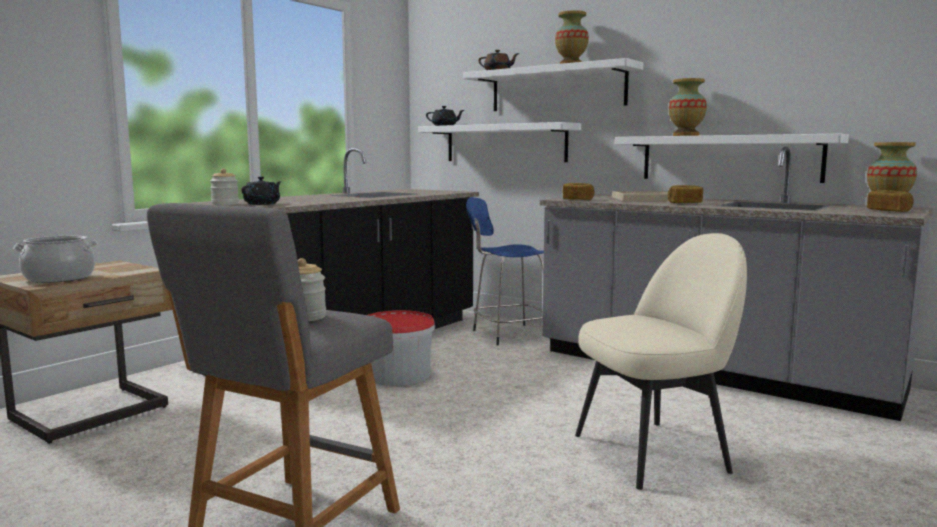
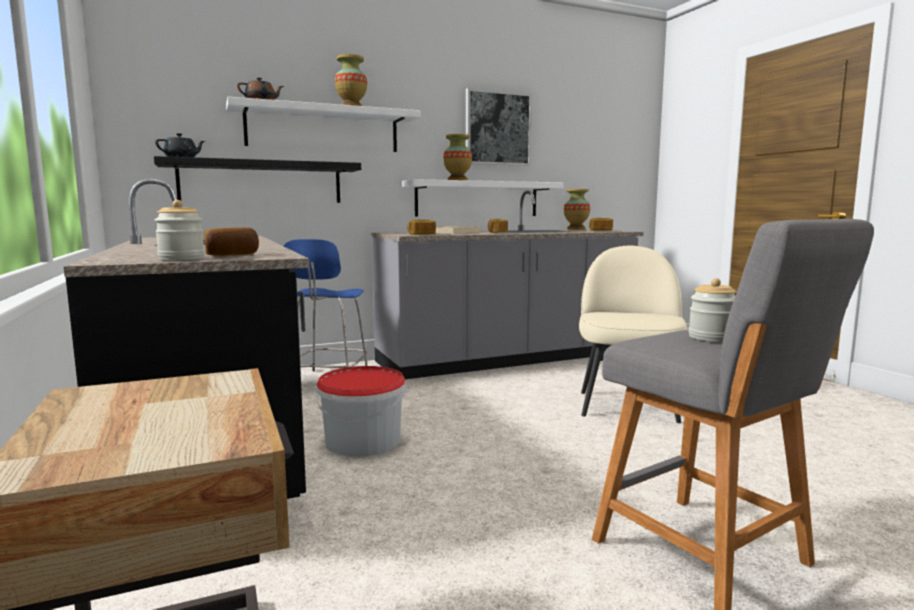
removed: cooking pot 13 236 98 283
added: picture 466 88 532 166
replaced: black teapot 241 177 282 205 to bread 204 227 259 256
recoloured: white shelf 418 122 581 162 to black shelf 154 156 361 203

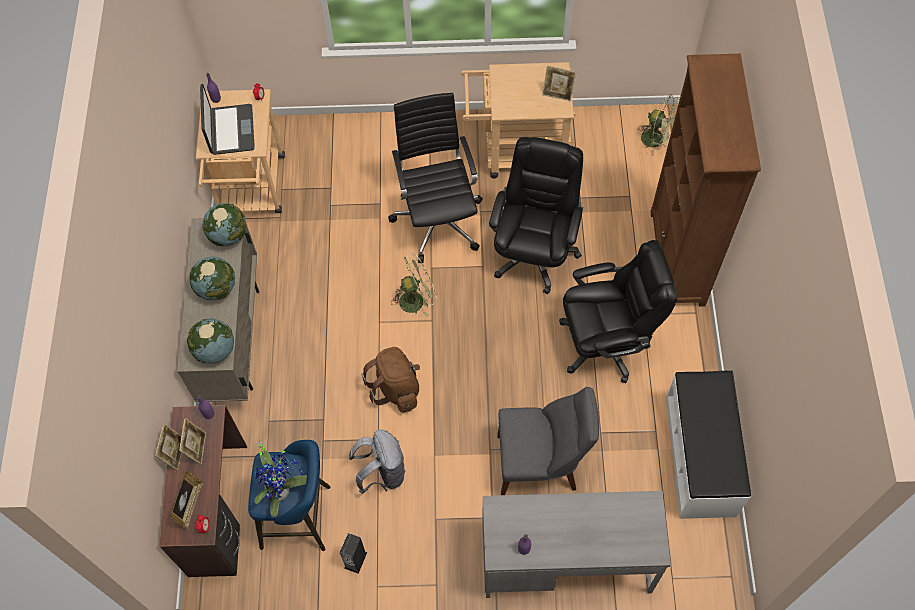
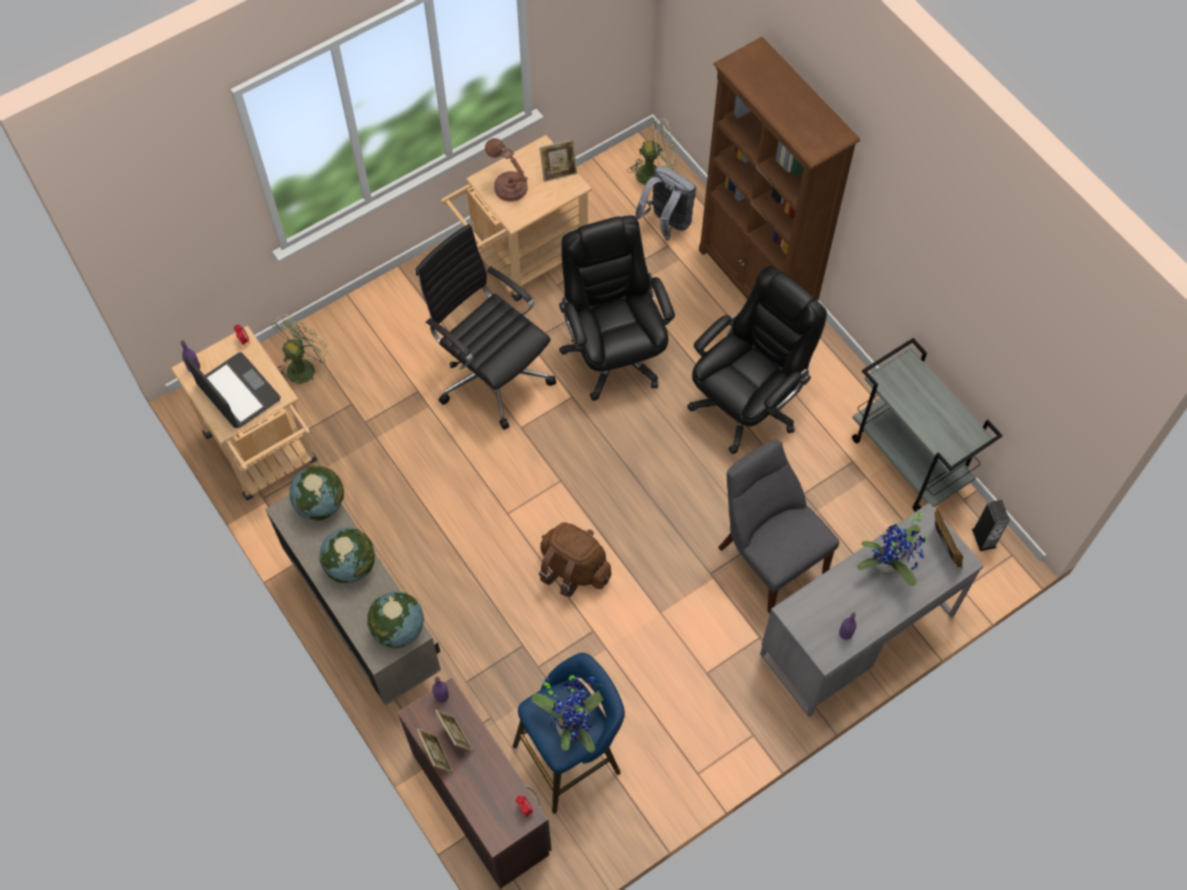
added: brown table lamp 485 138 528 202; potted plant 857 510 927 586
moved: picture frame 170 470 204 529 to 935 508 963 569; speaker 340 533 367 574 to 972 500 1010 551; grey backpack 349 429 406 494 to 634 167 696 241; green fan 391 254 437 317 to 272 314 332 384
replaced: white bench 665 370 751 519 to grey cart 852 338 1003 512
turned: grey chair 497 387 599 495 = 718 439 839 614 90 degrees counterclockwise

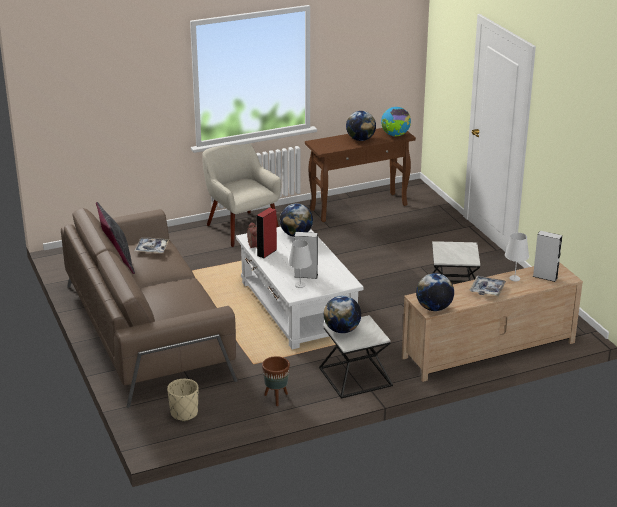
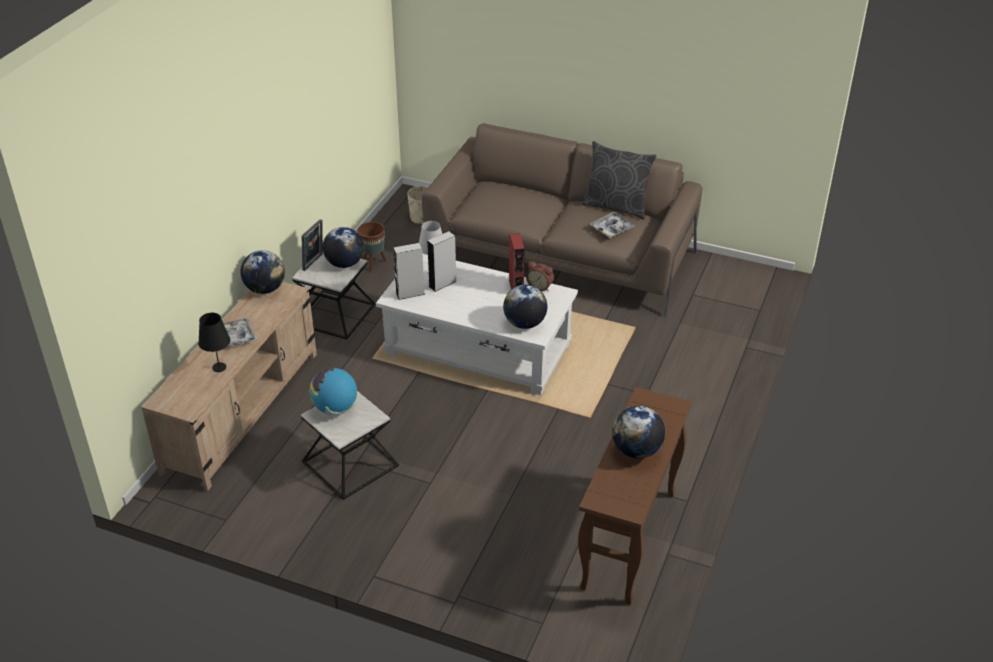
removed: beige armchair 202 143 281 247
added: picture frame 302 219 323 271
moved: globe 381 107 411 137 to 309 368 357 416; grey speaker 533 231 562 282 to 393 243 425 300
recoloured: white table lamp 505 232 529 281 to black table lamp 198 313 230 372

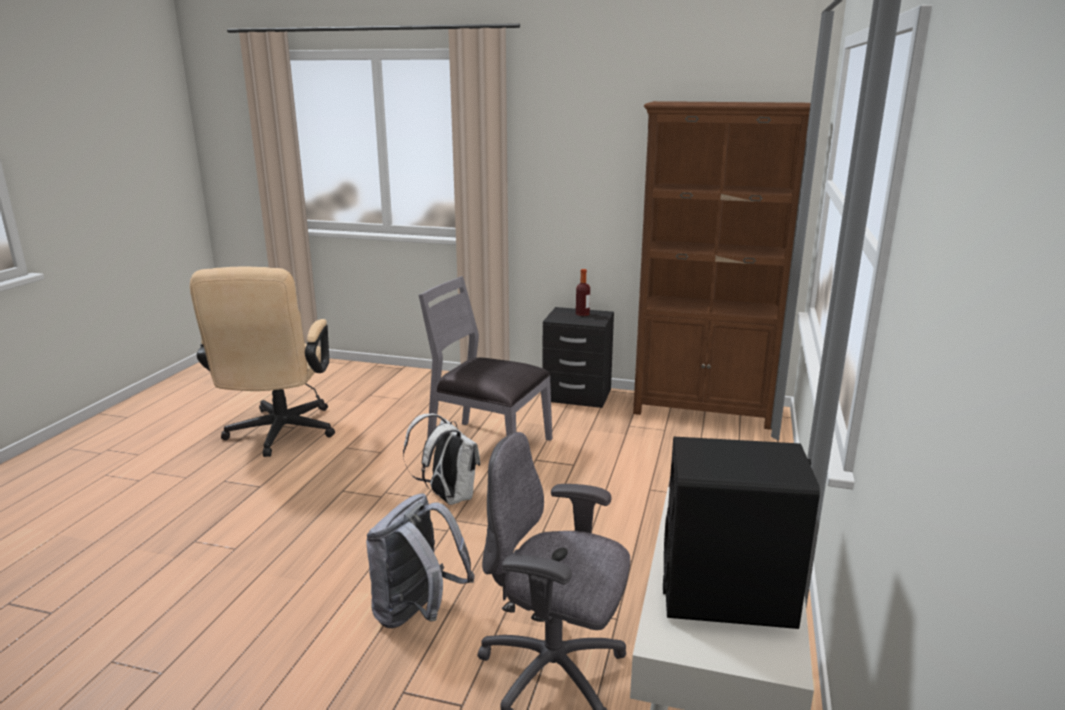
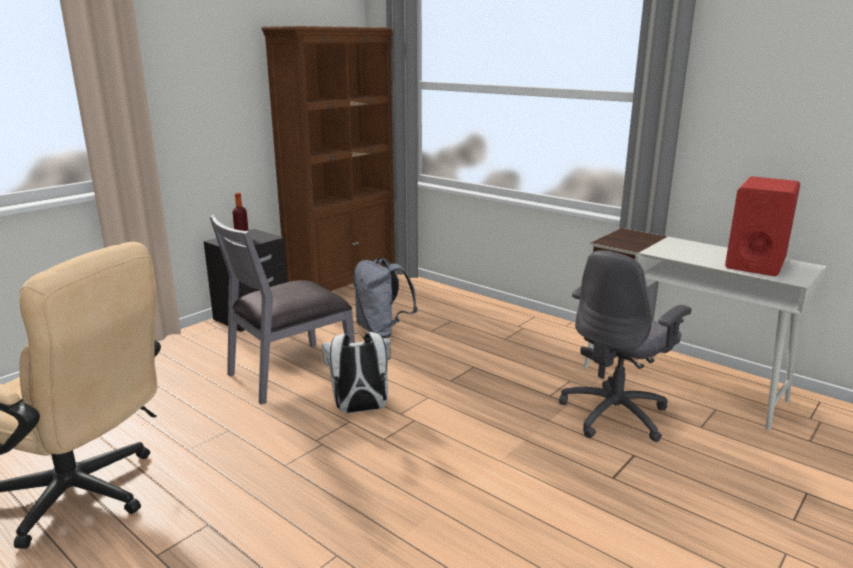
moved: grey backpack 366 493 475 628 to 353 258 418 338
recoloured: black speaker 663 437 820 629 to red speaker 725 176 800 276

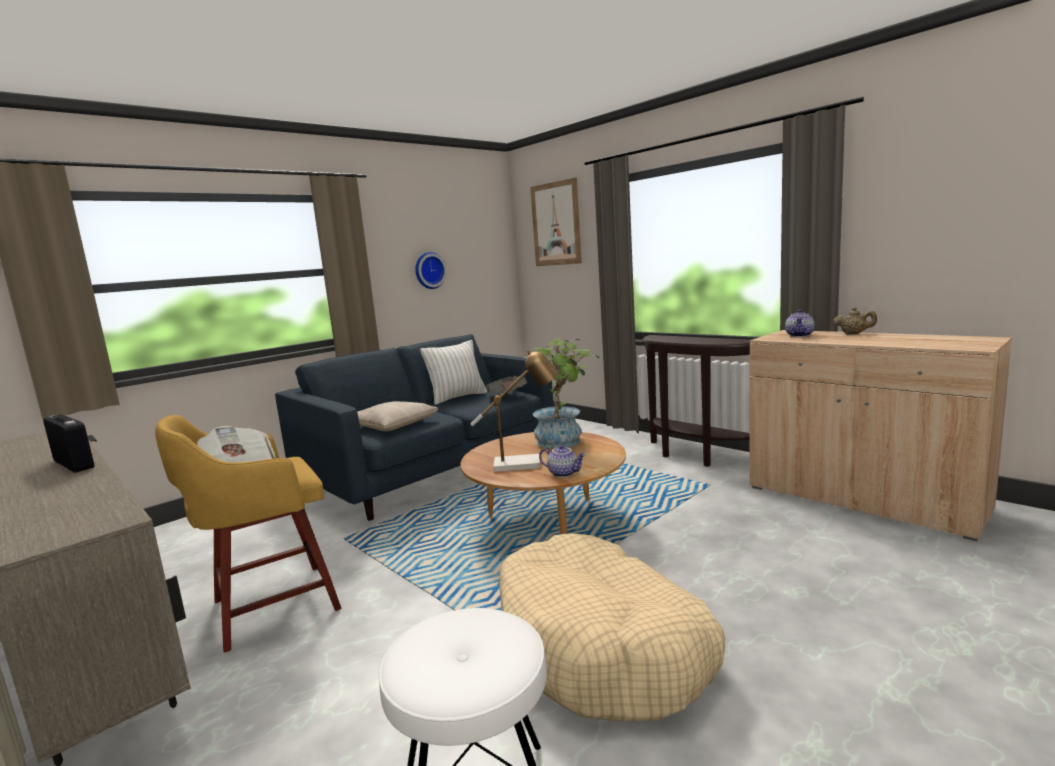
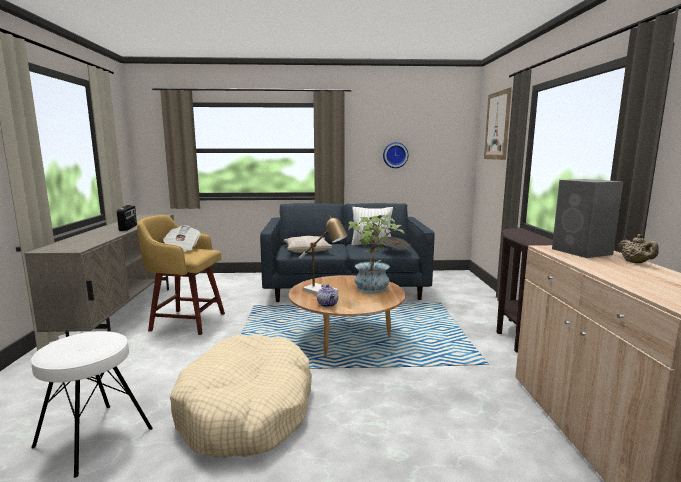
replaced: teapot 785 309 815 337 to grey speaker 552 179 623 258

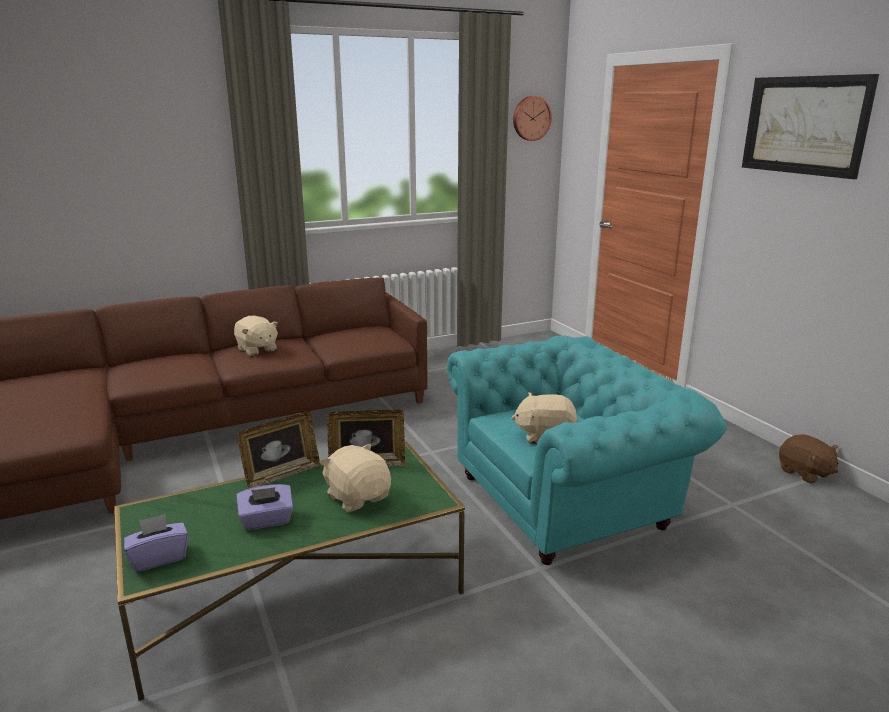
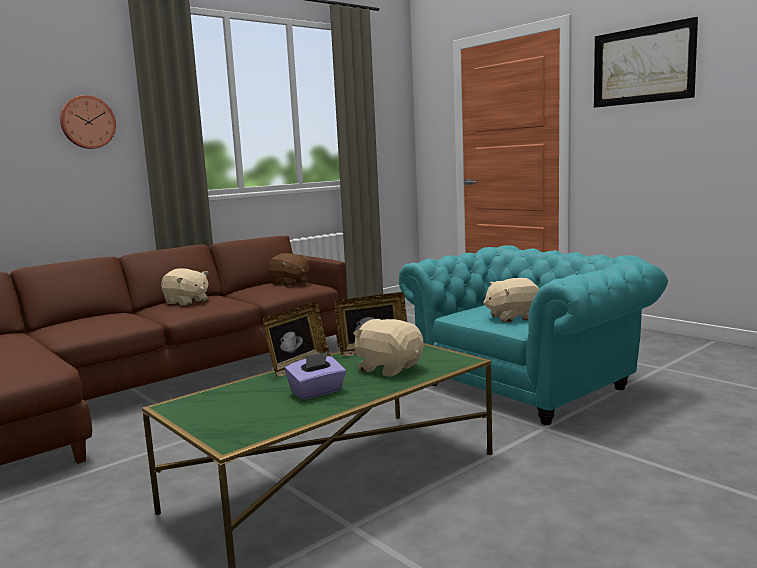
removed: purple tissue box 124 514 188 572
moved: wall clock 513 96 552 141 to 60 95 116 149; brown plush toy 779 434 838 484 to 268 253 309 286

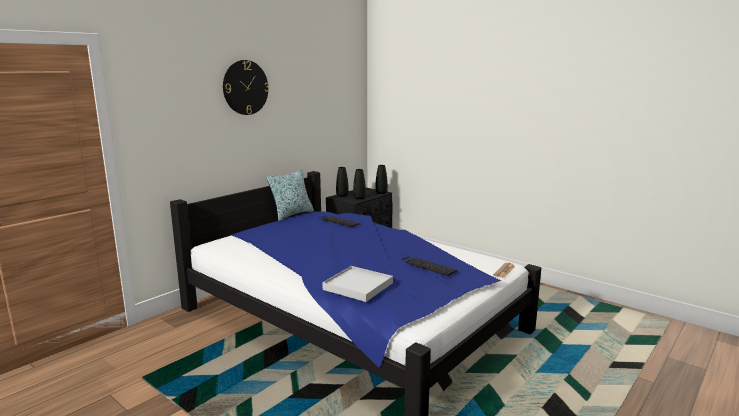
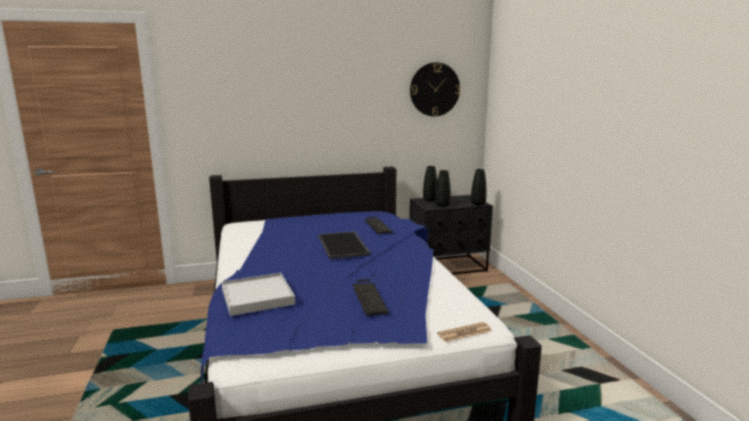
removed: pillow 267 169 314 221
added: tray 318 231 371 259
moved: wall clock 223 60 269 115 to 410 62 460 116

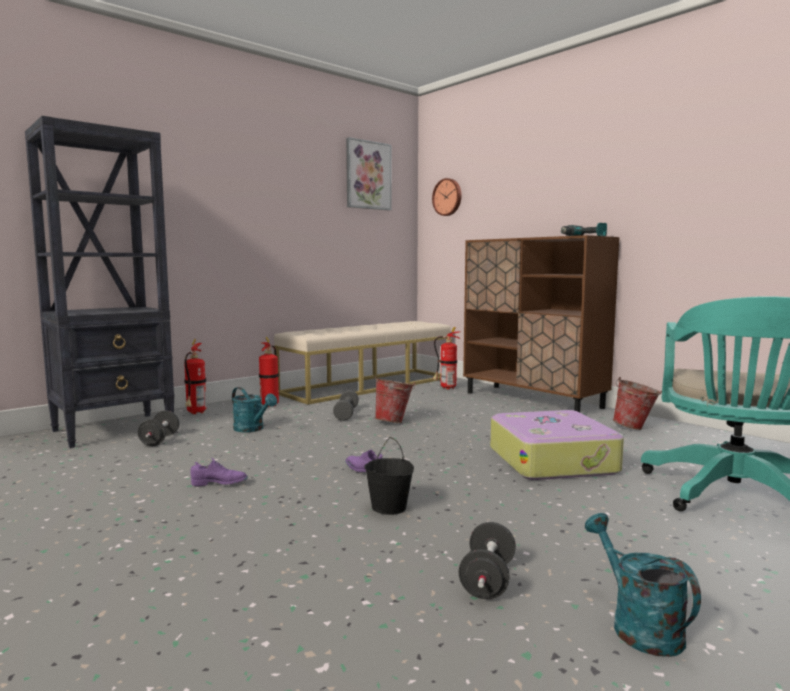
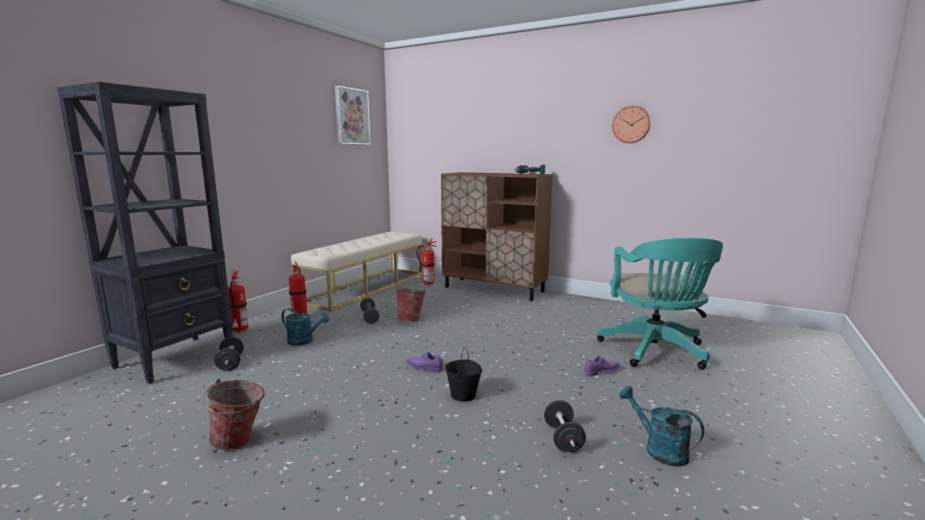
removed: suitcase 490 410 624 480
moved: purple shoe 191 458 248 486 to 584 355 620 376; wall clock 432 178 462 216 to 612 106 651 143; bucket 613 377 662 430 to 203 379 265 450

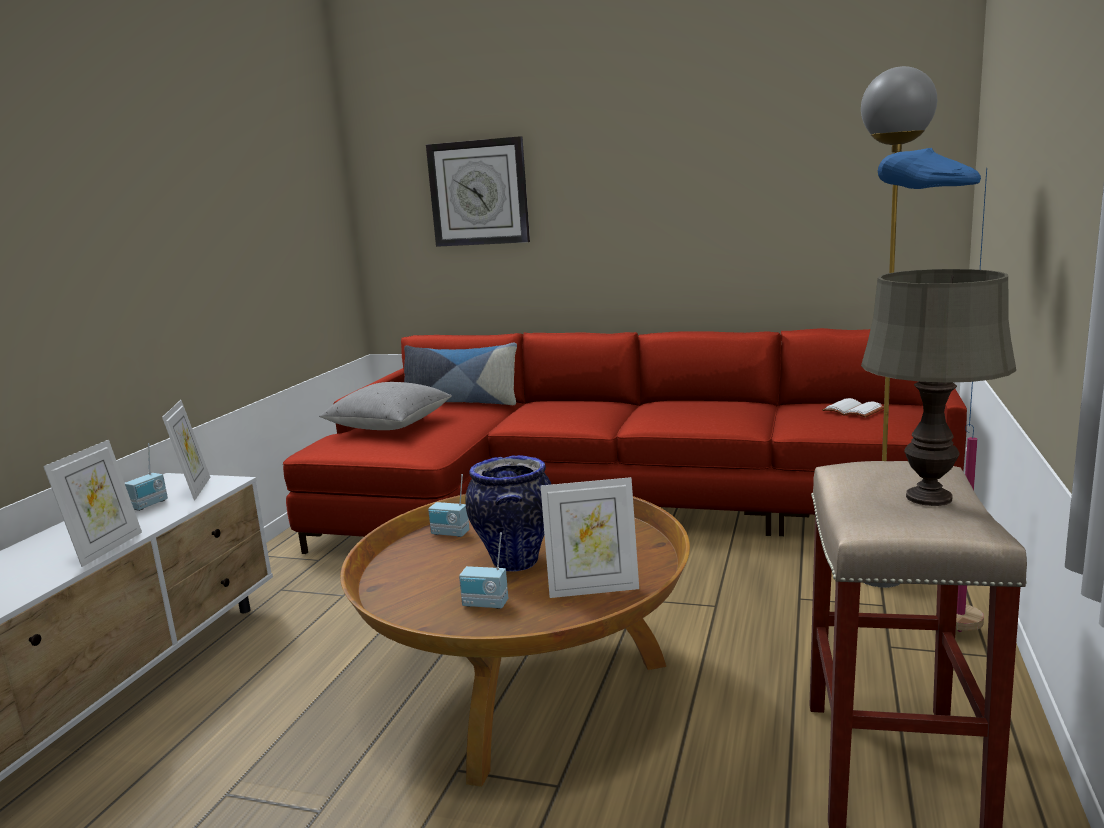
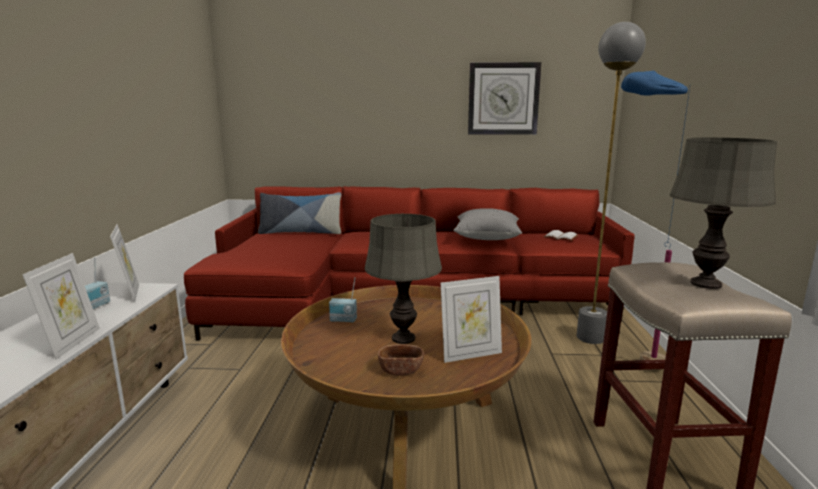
moved: grey pillow 319 382 452 430 to 453 208 522 240; wall clock 426 136 530 247 to 468 62 541 135
replaced: radio 459 532 508 609 to brown bowl 378 344 424 376; vase 465 455 552 572 to grey table lamp 364 214 442 344

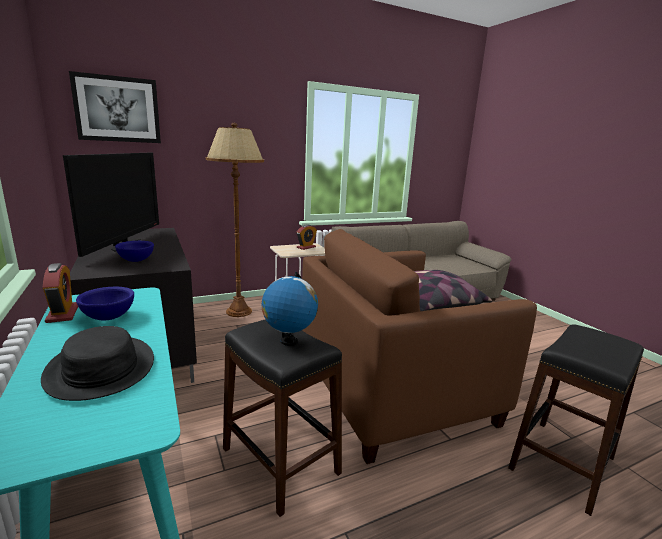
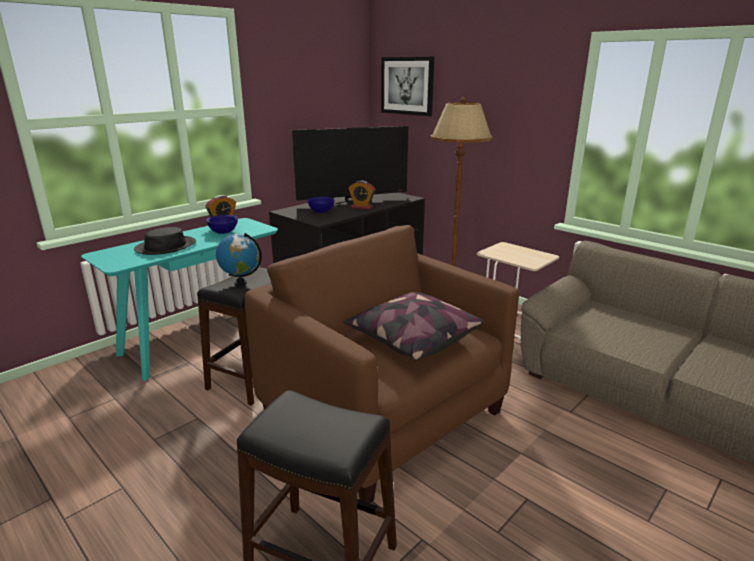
moved: alarm clock 297 224 317 250 to 348 180 375 210

